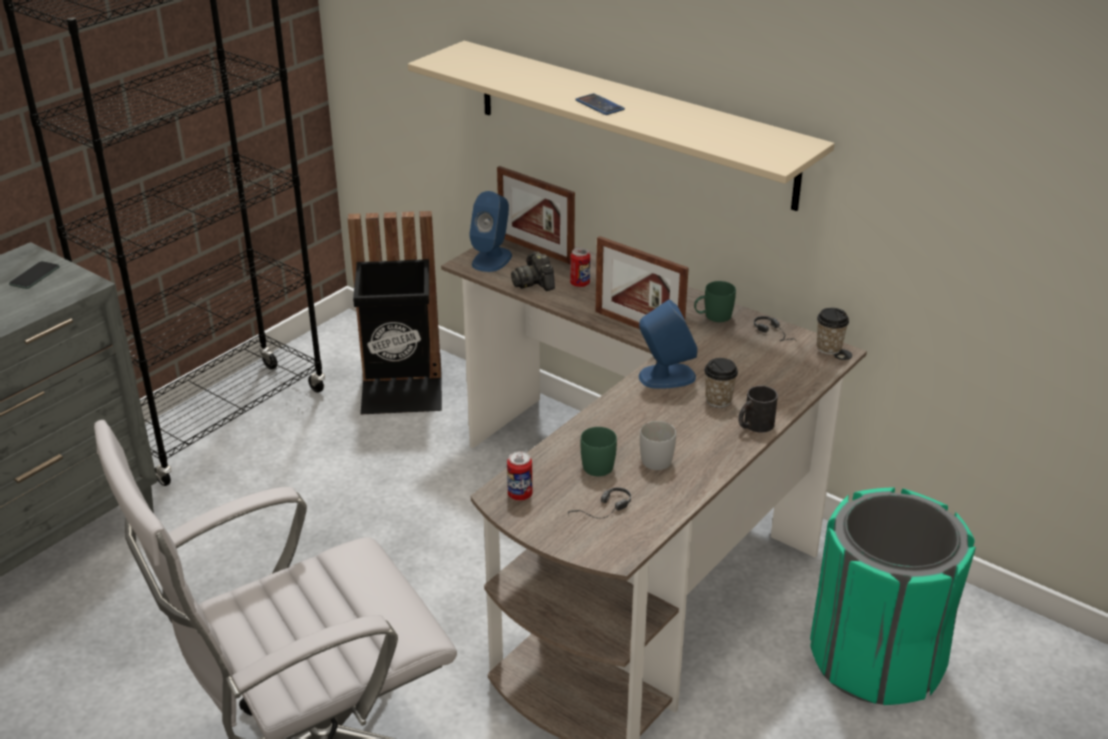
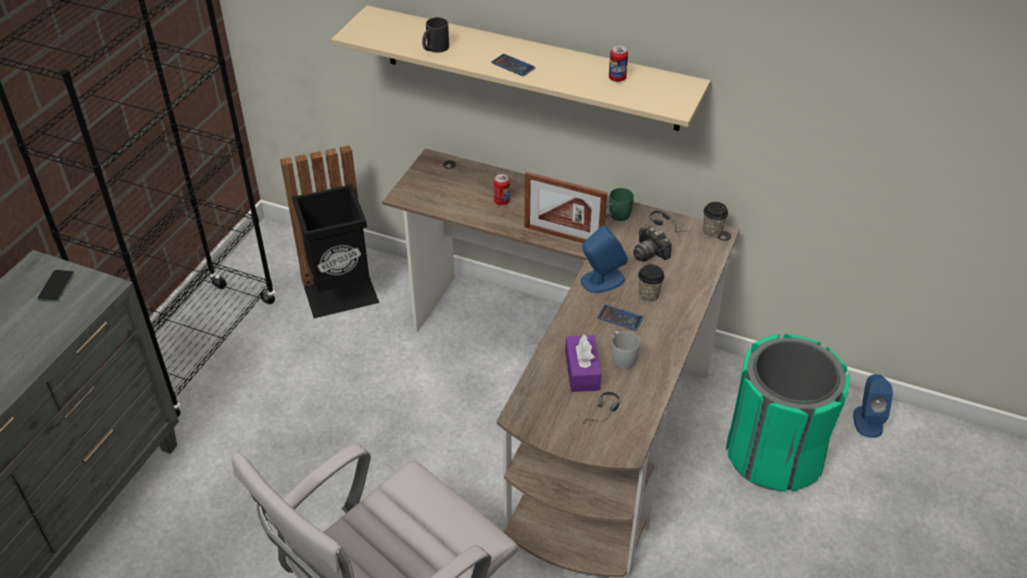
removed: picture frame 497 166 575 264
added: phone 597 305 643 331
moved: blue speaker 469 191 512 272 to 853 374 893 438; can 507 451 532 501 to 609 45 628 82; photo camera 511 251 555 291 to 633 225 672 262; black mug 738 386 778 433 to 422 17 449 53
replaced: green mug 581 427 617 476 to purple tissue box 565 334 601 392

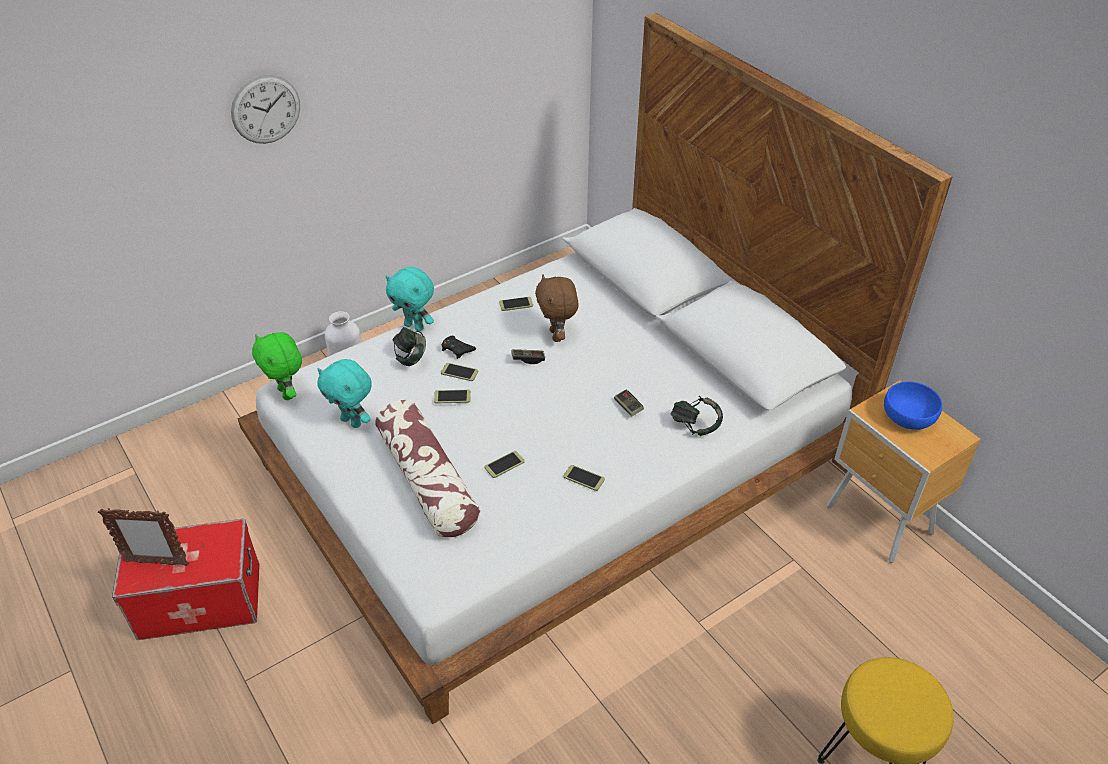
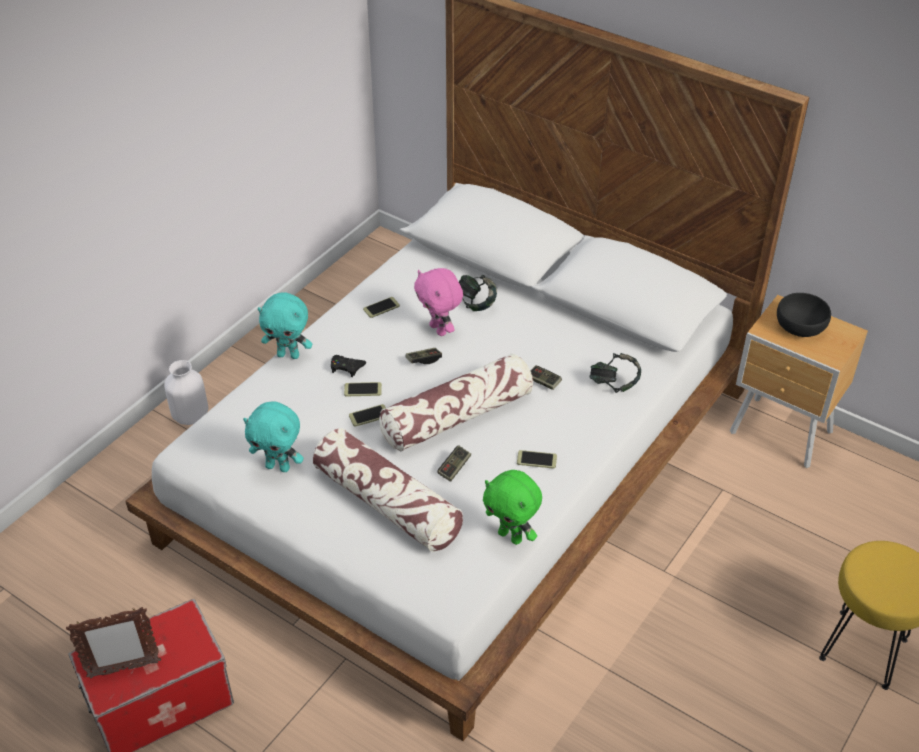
removed: wall clock 231 75 300 144
added: pillow 379 354 533 451
moved: green plush toy 252 332 302 400 to 483 470 542 545; headphones 393 327 426 366 to 459 275 497 311
replaced: phone 484 451 525 478 to game controller 437 445 471 482
recoloured: brown plush toy 535 274 578 342 to pink plush toy 414 268 463 336; blue bowl 884 381 942 430 to black bowl 777 293 831 337

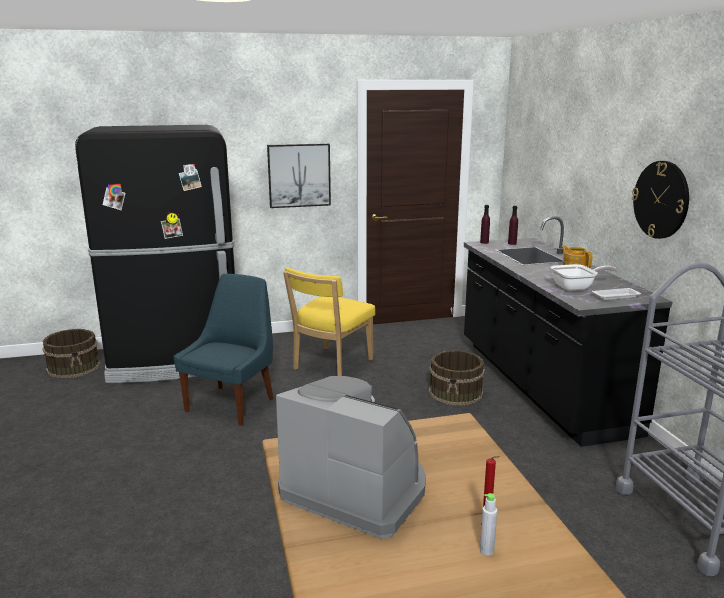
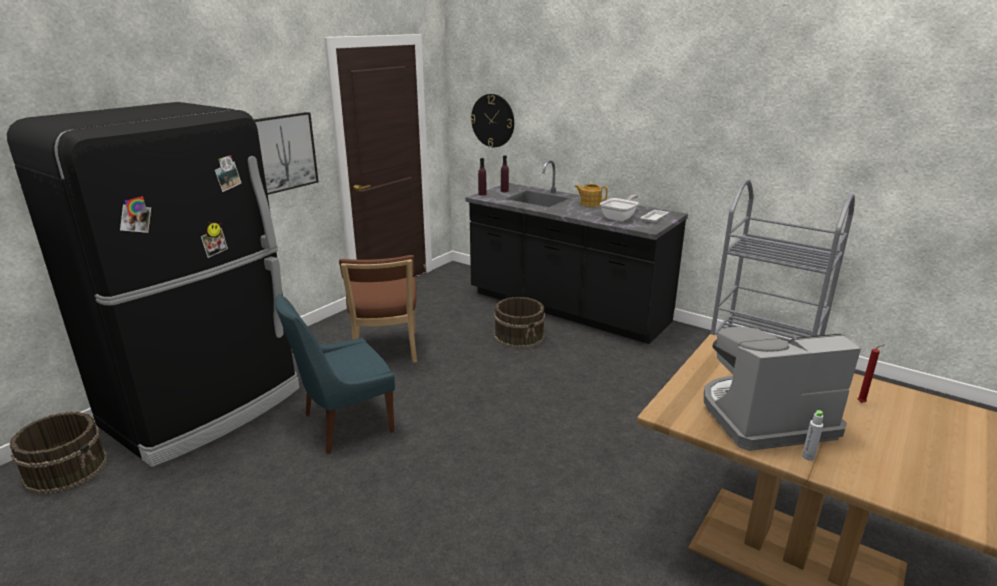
moved: grey bottle 480 493 497 555 to 802 410 823 461; wall clock 632 161 689 239 to 470 94 514 147
recoloured: yellow chair 283 267 375 376 to brown chair 339 255 417 363
turned: blue chair 174 274 273 426 = 275 294 395 454 105 degrees counterclockwise

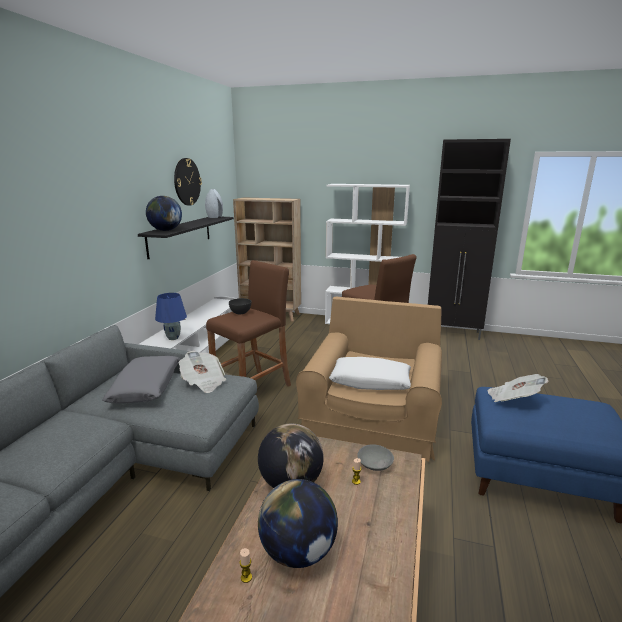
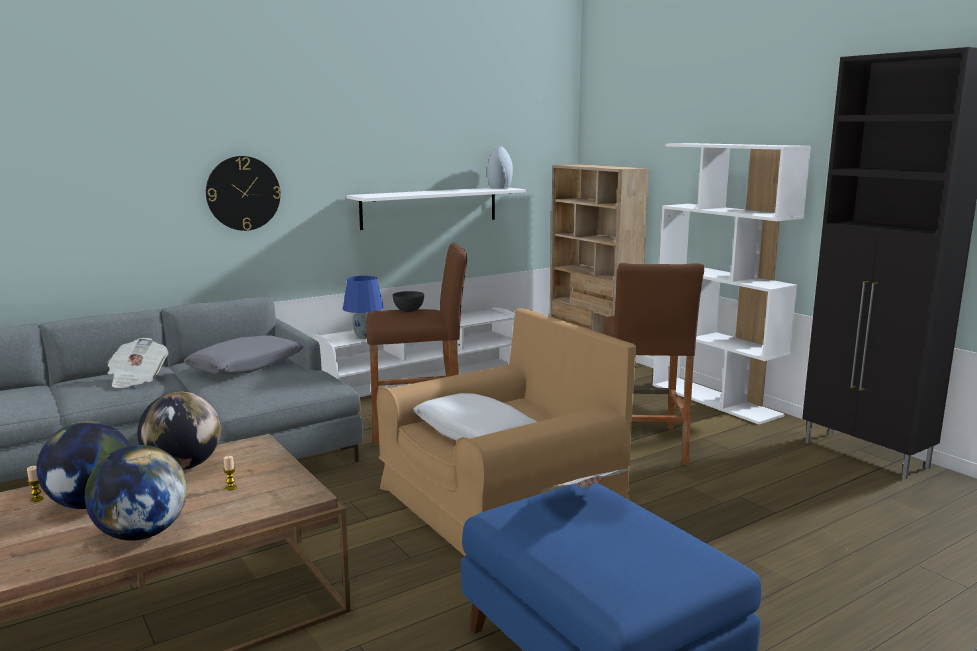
removed: grey bowl 357 444 394 471
moved: globe 146 196 182 231 to 85 445 187 541; wall clock 174 158 202 205 to 206 156 281 231; newspaper 179 351 226 393 to 107 338 168 388
recoloured: black shelf 138 217 234 259 to white shelf 346 187 526 230

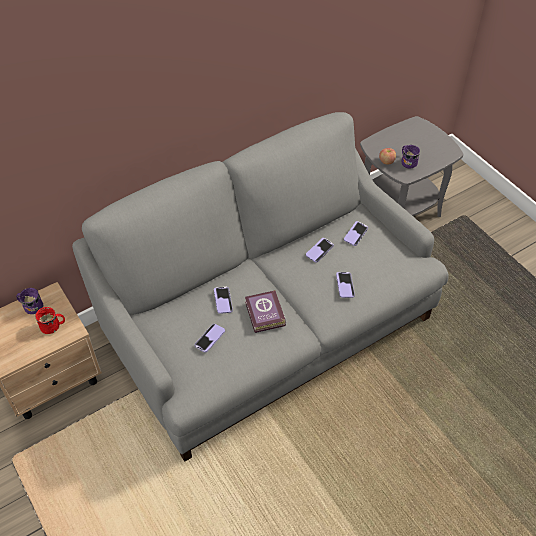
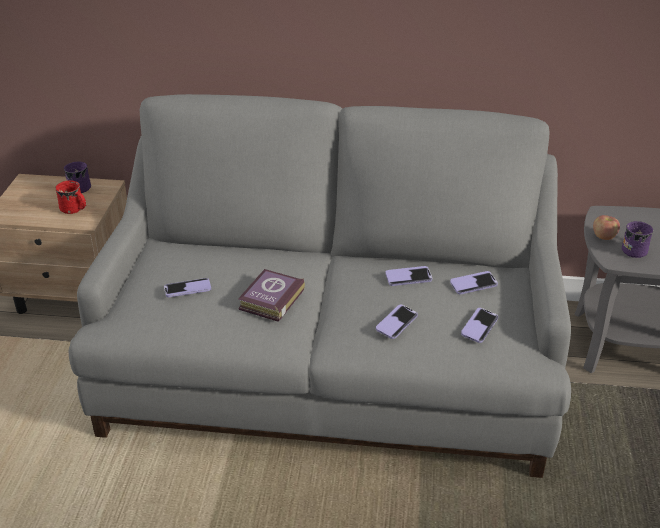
moved: phone 214 287 233 314 to 461 308 498 343

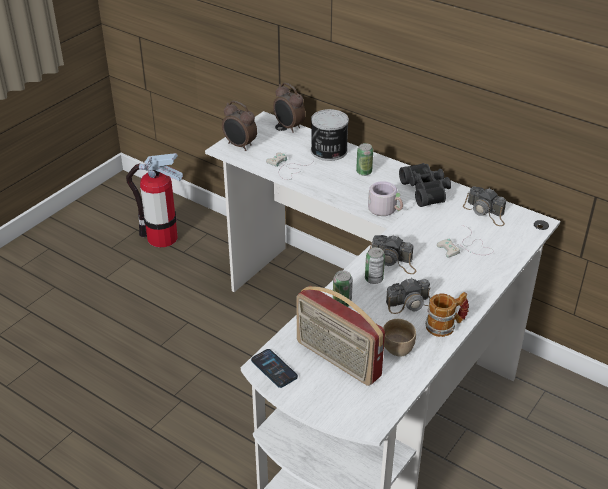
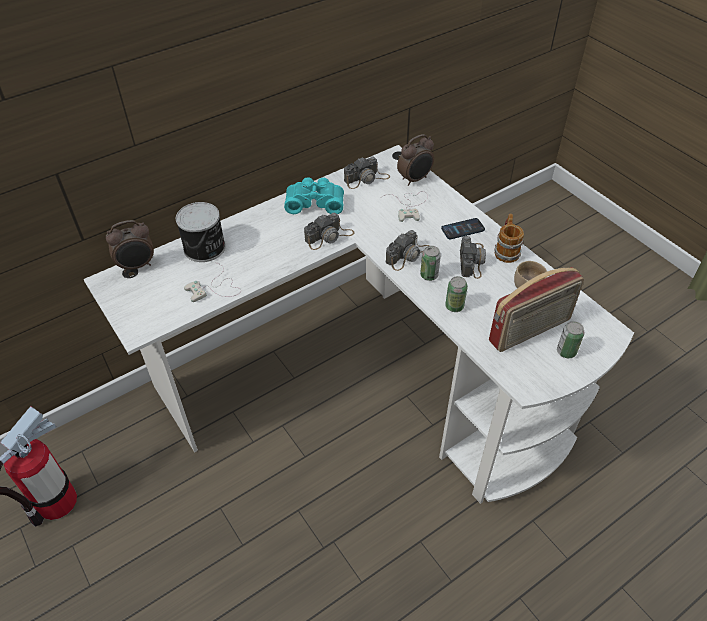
moved: alarm clock 222 101 257 151 to 397 134 434 186; phone 251 349 298 388 to 441 218 485 239; can 356 143 373 176 to 557 321 584 358
replaced: grey mug 368 181 403 216 to photo camera 304 213 355 250
recoloured: black binoculars 399 163 451 207 to turquoise binoculars 284 177 344 214

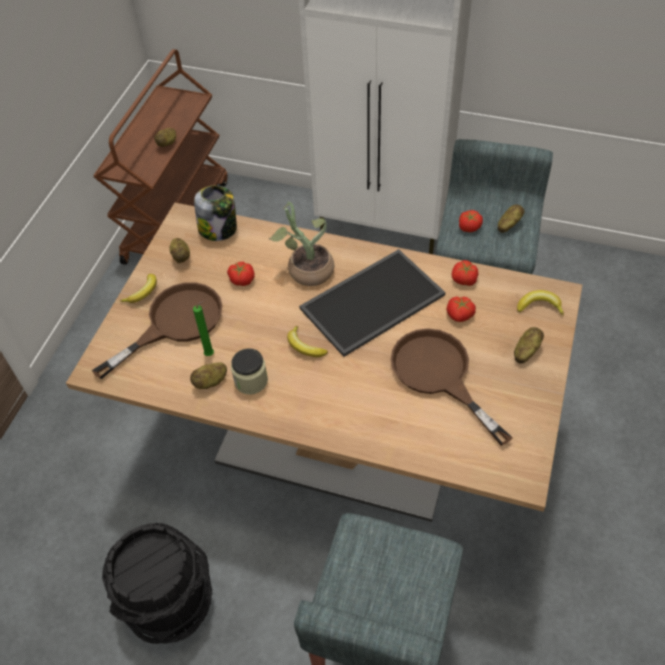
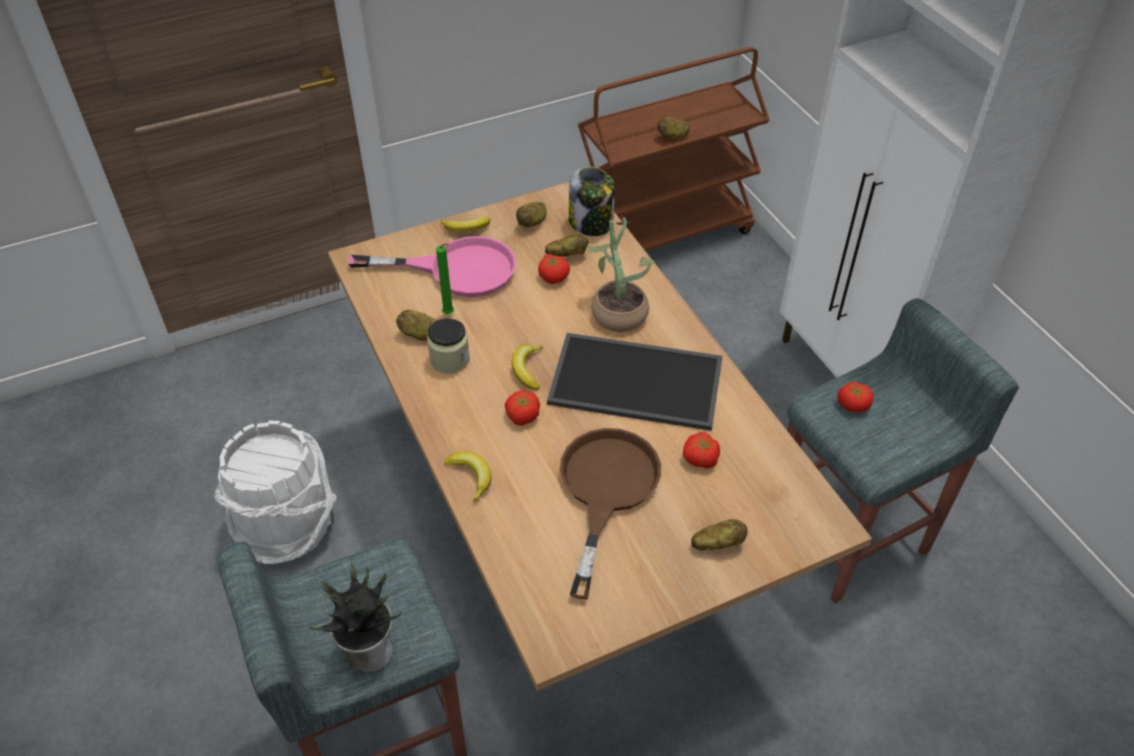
added: potted plant 309 556 402 673
moved: tomato 452 260 478 286 to 505 390 540 426; potato 498 204 525 233 to 545 234 588 256; banana 517 290 564 315 to 444 452 491 503
recoloured: brown frying pan 92 282 223 379 to pink frying pan 348 236 516 297; black bucket 102 523 212 644 to white bucket 214 420 336 564

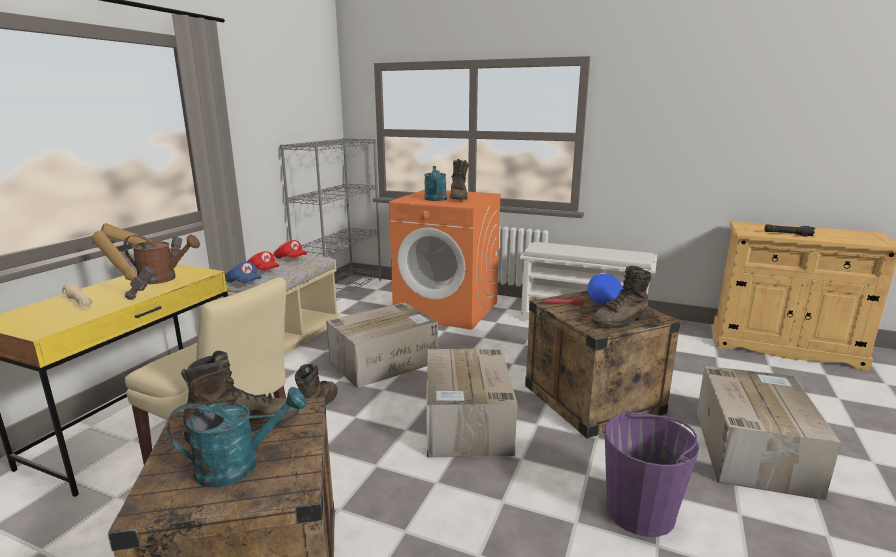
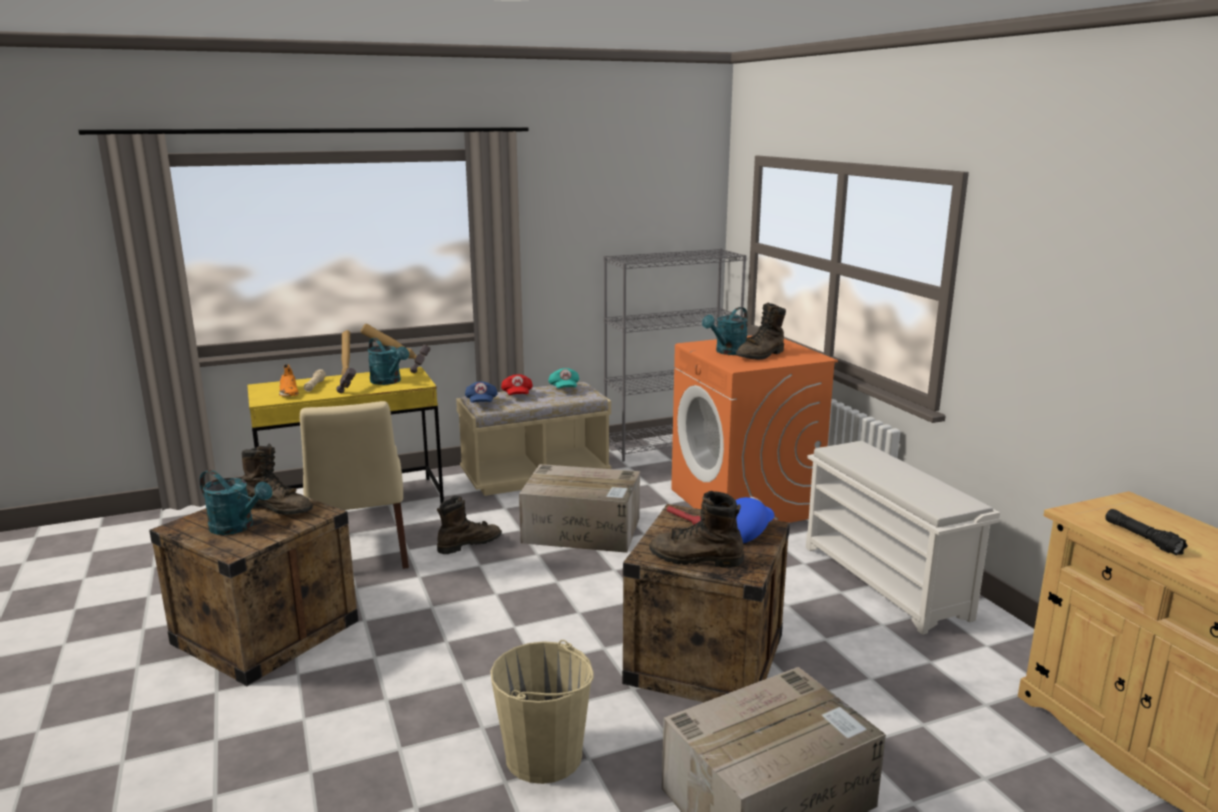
removed: cardboard box 426 348 517 457
added: orange shoe 279 364 299 397
recoloured: brown watering can 124 234 200 284 to turquoise watering can 368 338 409 385; red cap 273 240 307 259 to turquoise cap 549 368 579 388; purple bucket 605 410 700 537 to beige bucket 490 640 594 784

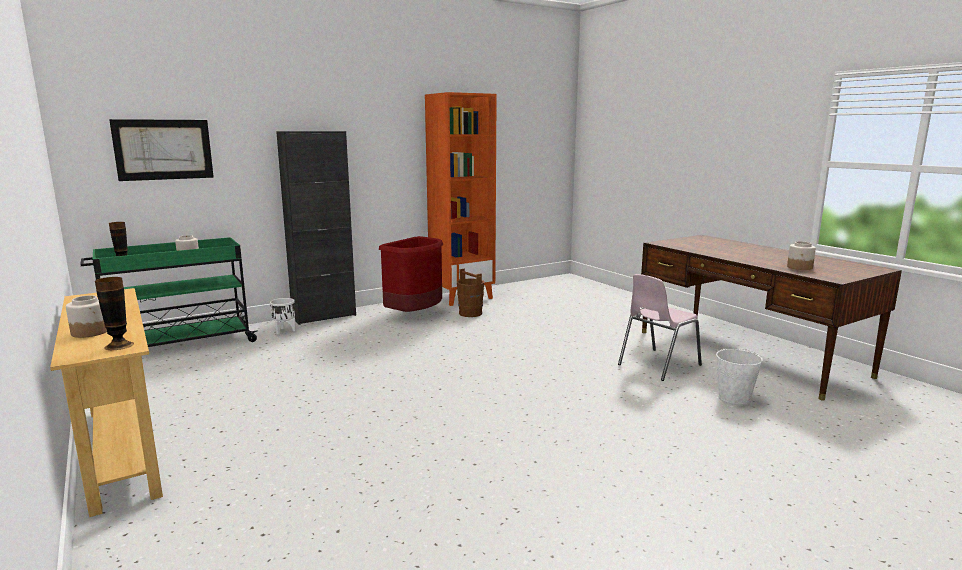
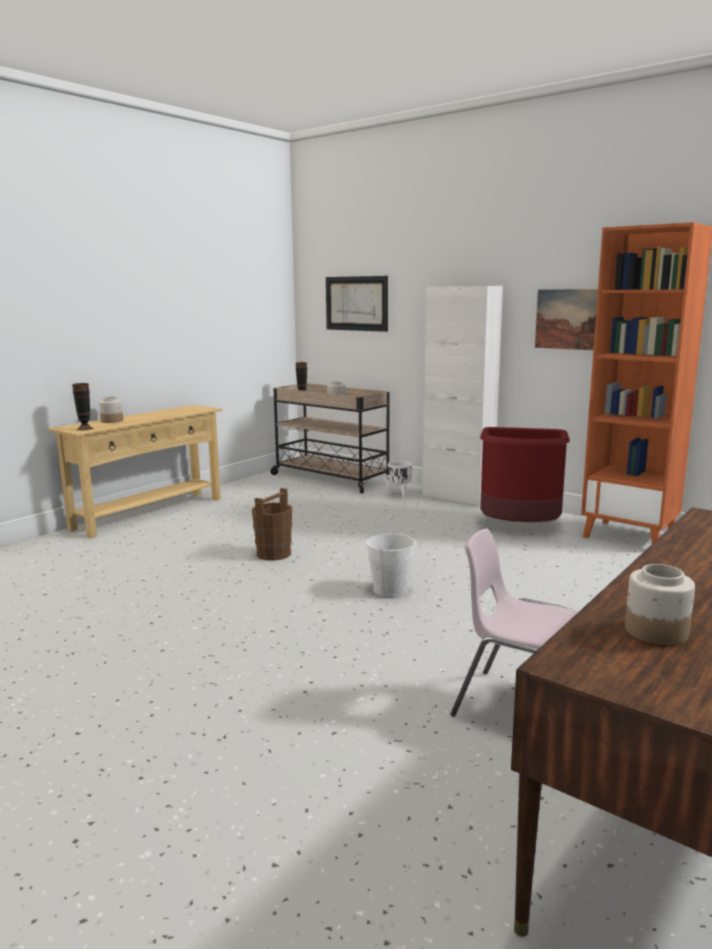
added: picture 535 289 598 350
moved: brown bucket 457 269 484 317 to 252 488 292 561; white bucket 716 348 763 406 to 366 532 416 598
recoloured: green cart 80 237 257 347 to beige cart 270 383 390 493; black cabinet 276 131 356 325 to white cabinet 422 286 503 507

